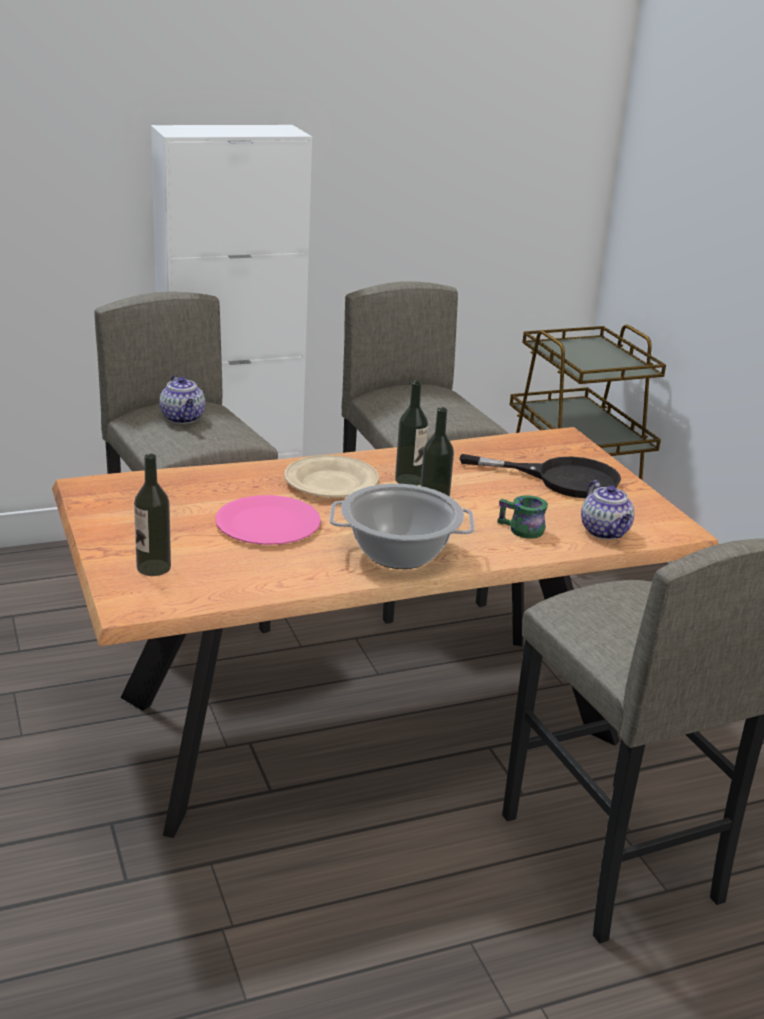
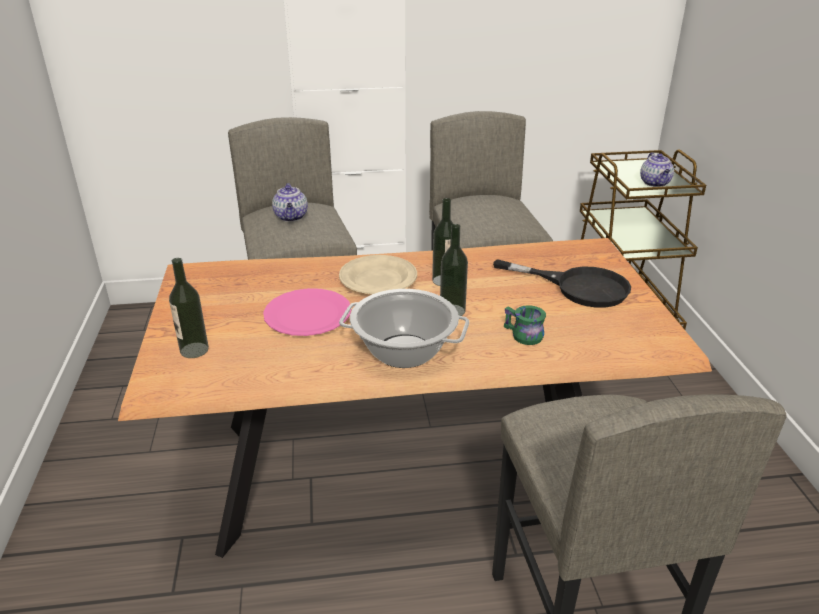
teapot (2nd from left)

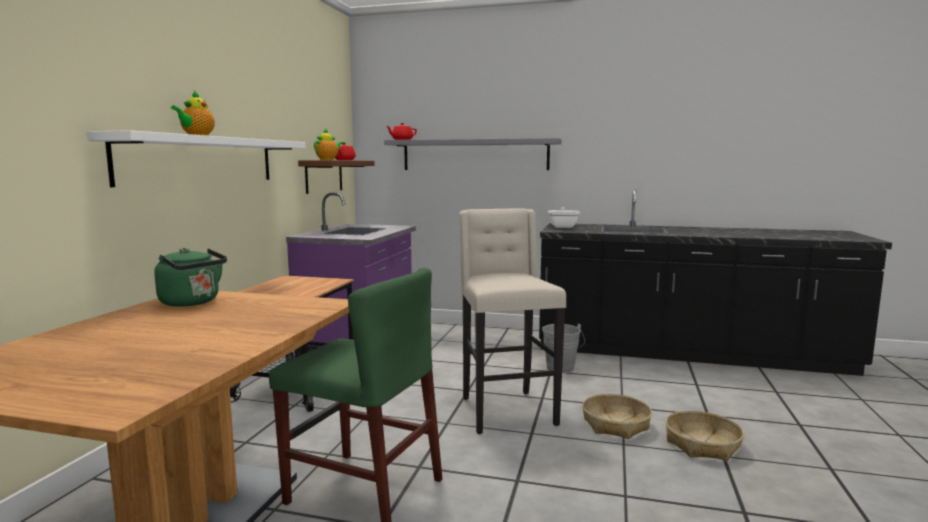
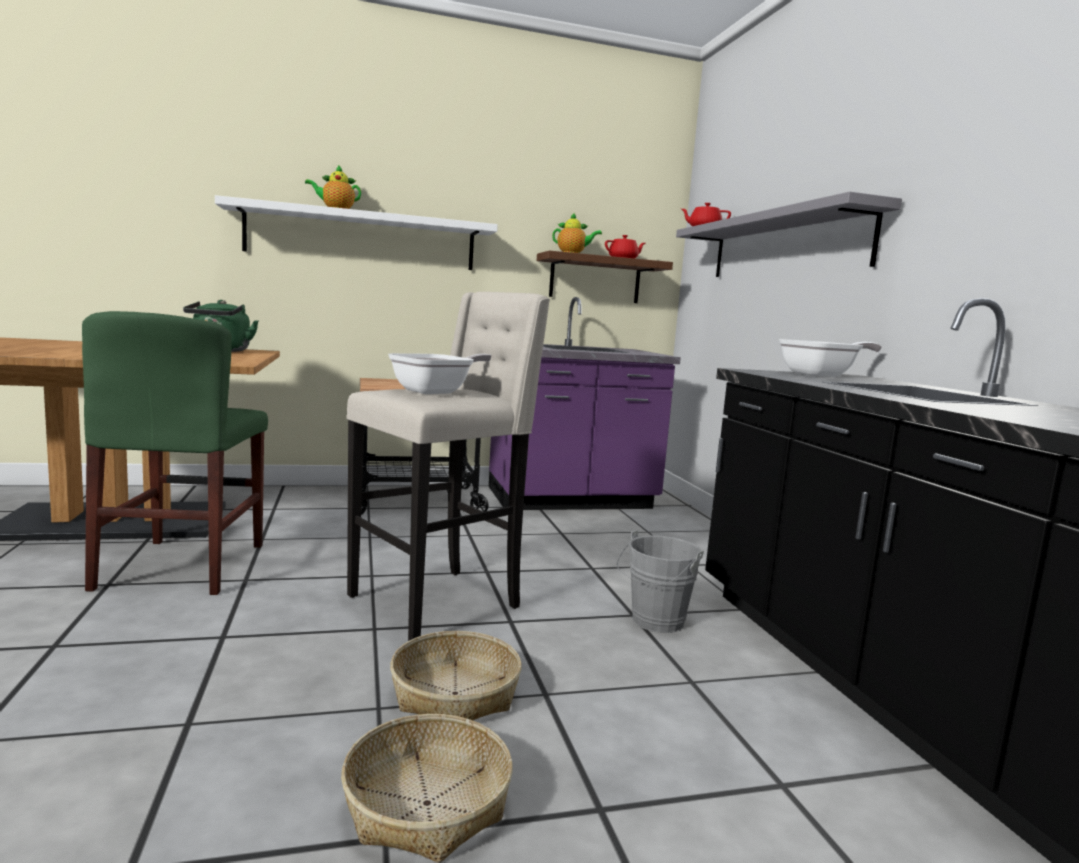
frying pan (1st from left)

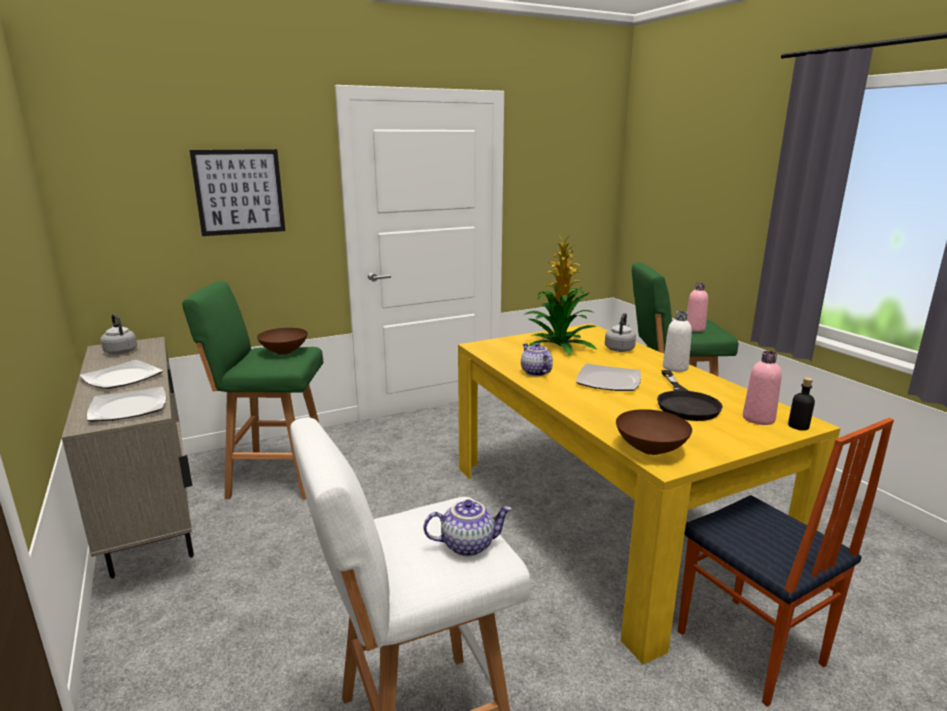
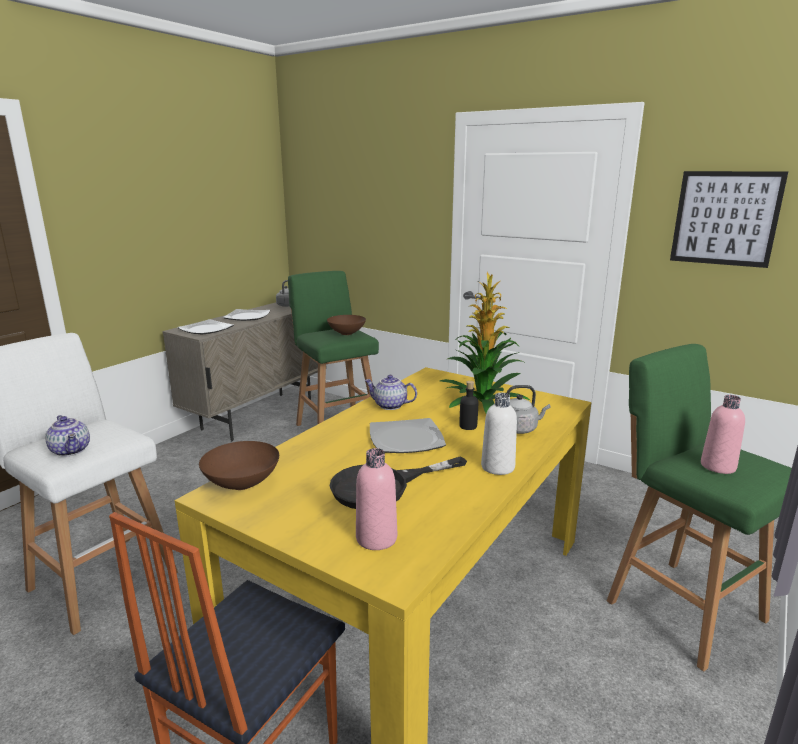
picture
black bottle
teapot (2nd from left)

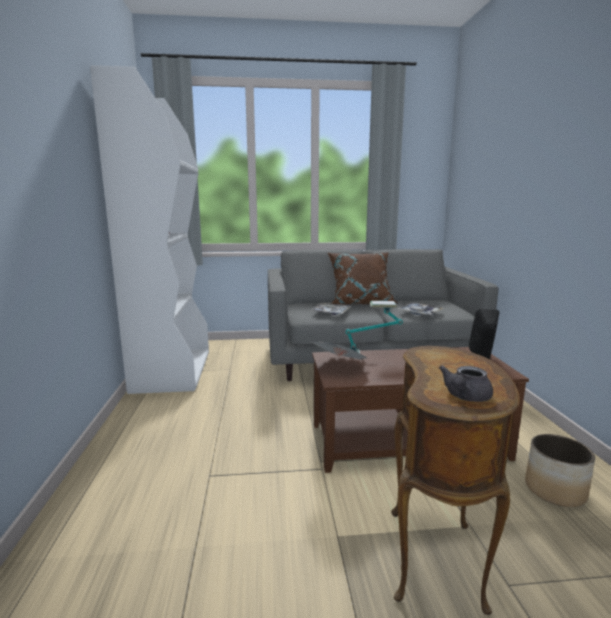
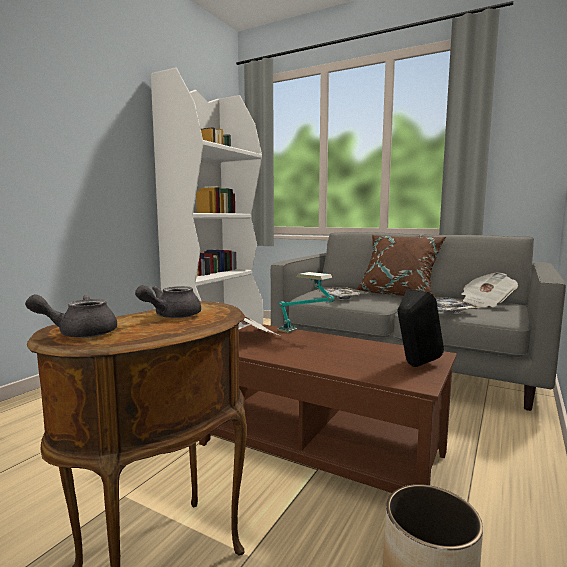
grey teapot (2nd from left)
newspaper (2nd from left)

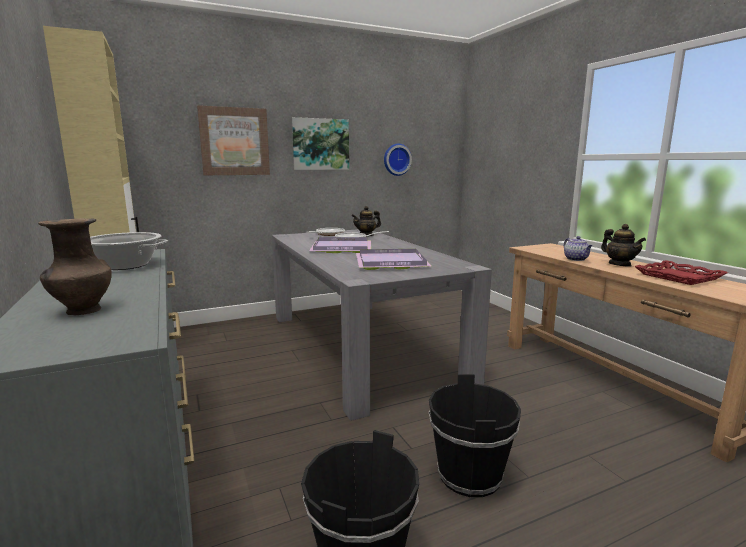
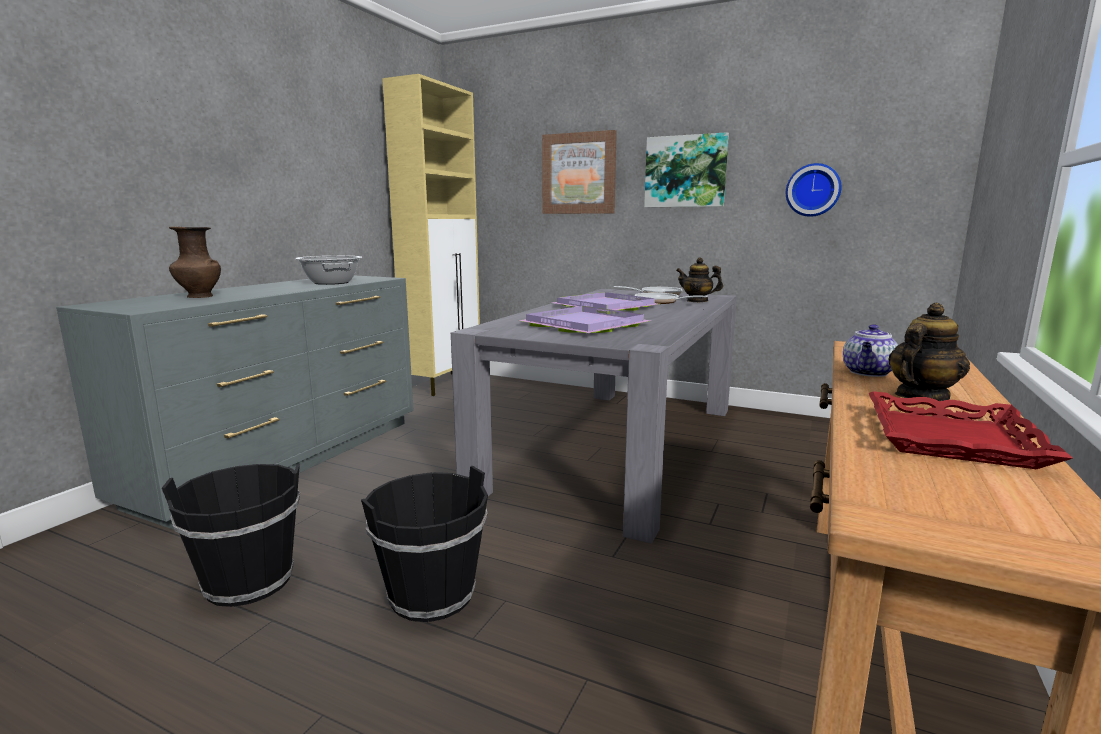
teapot (3rd from left)

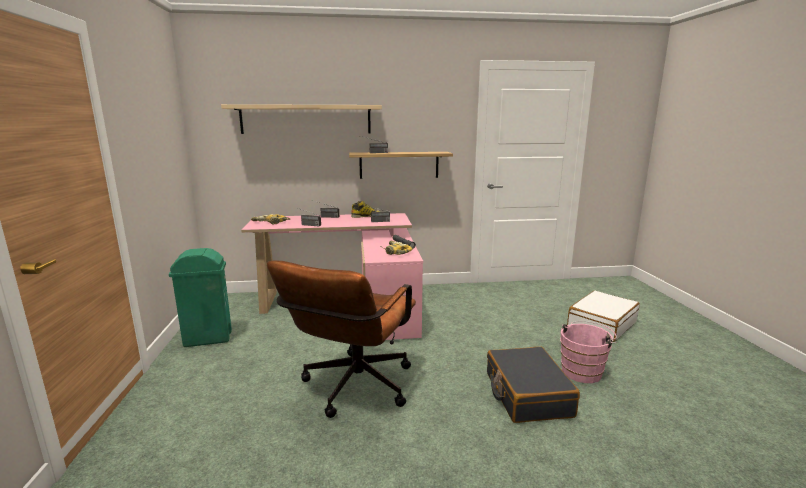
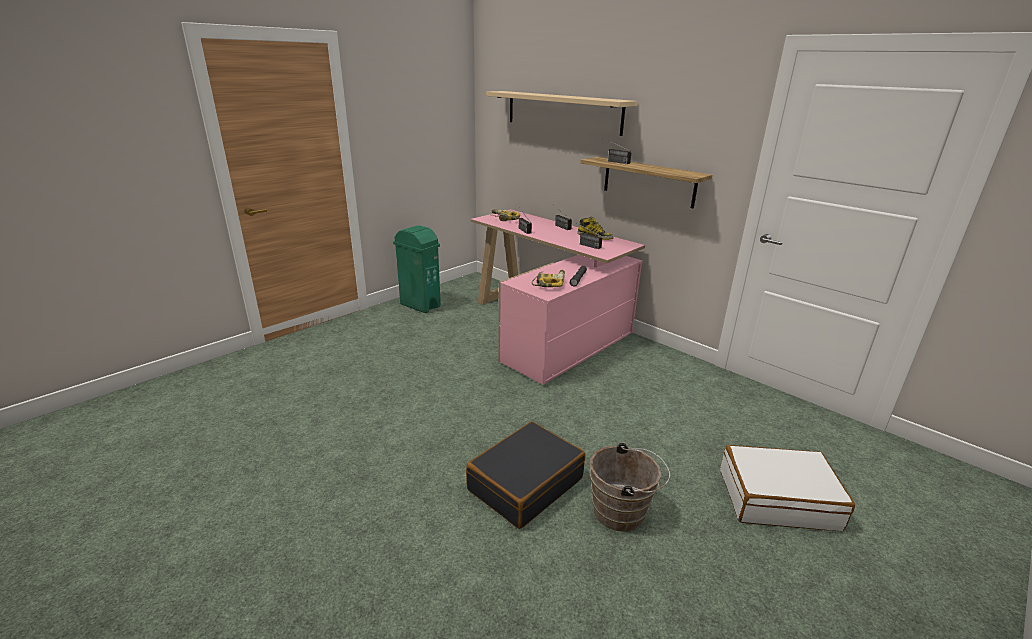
brown office chair
brown bucket

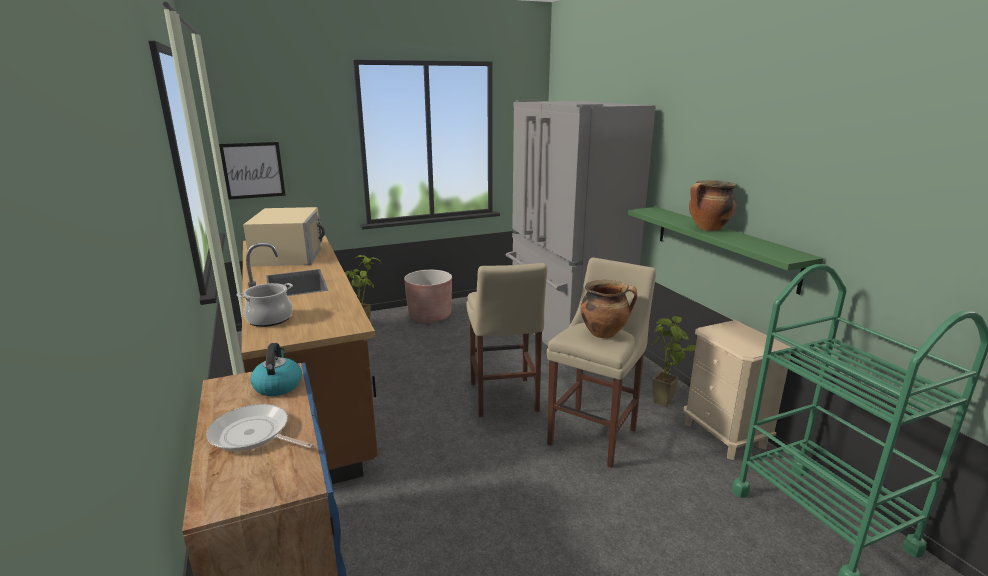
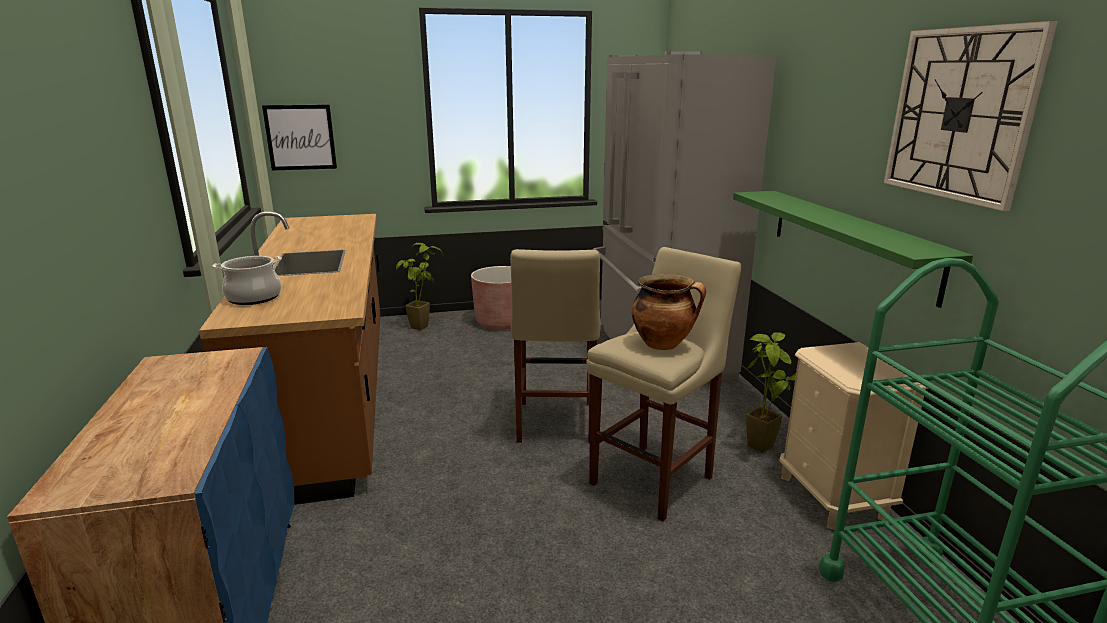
frying pan
beige microwave
kettle
cooking pot (3rd from left in the first image)
wall clock

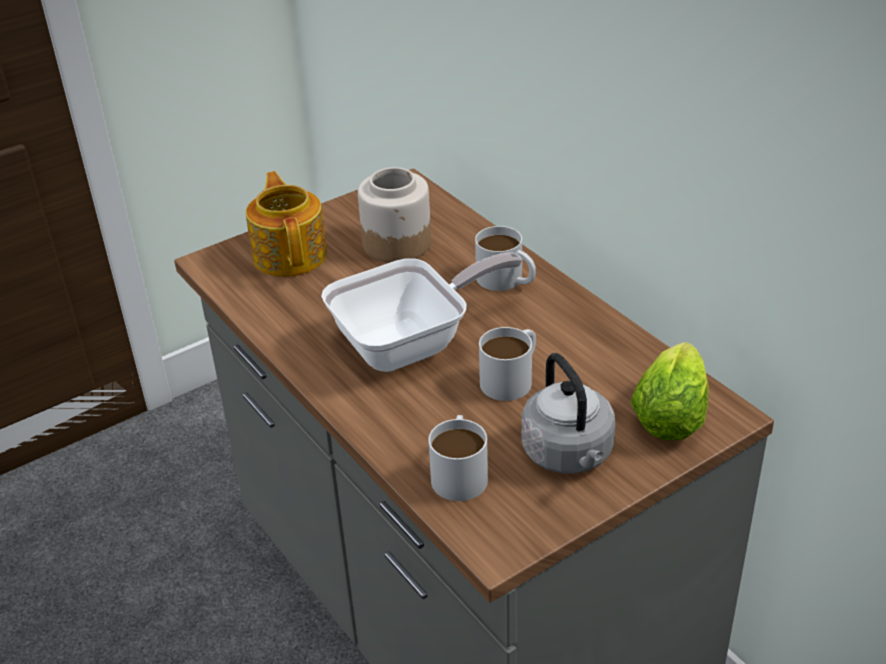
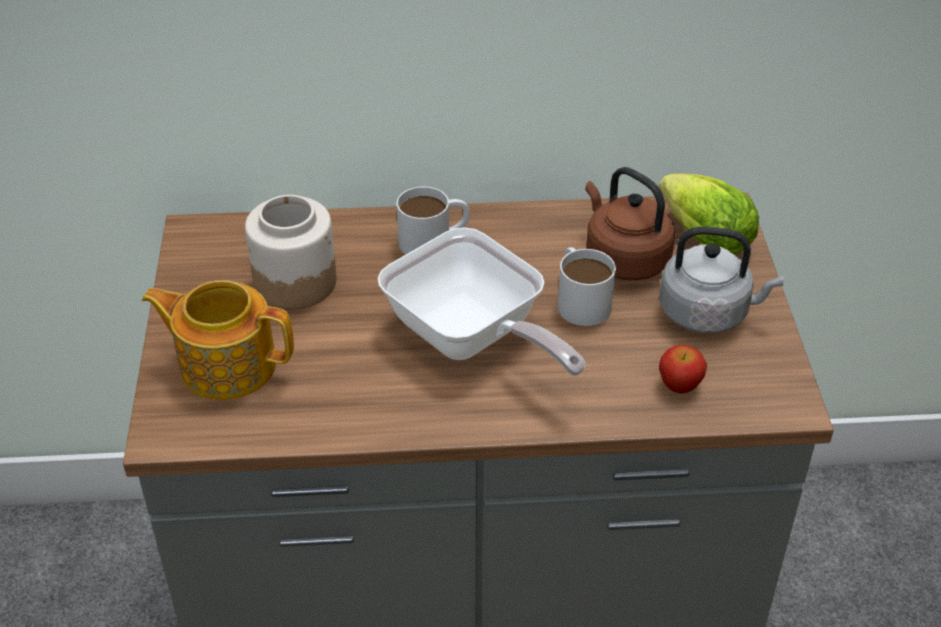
brown kettle
apple
frying pan

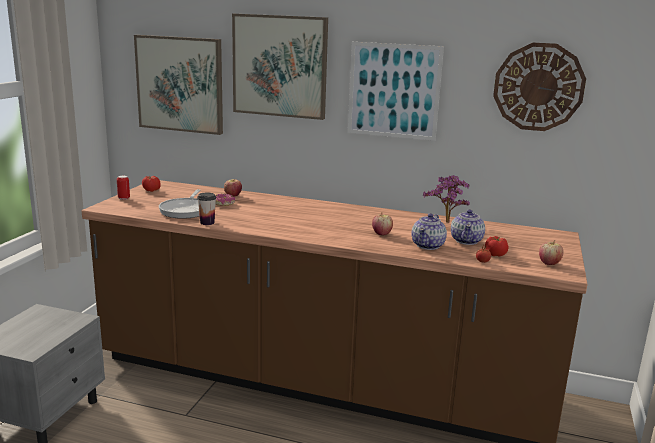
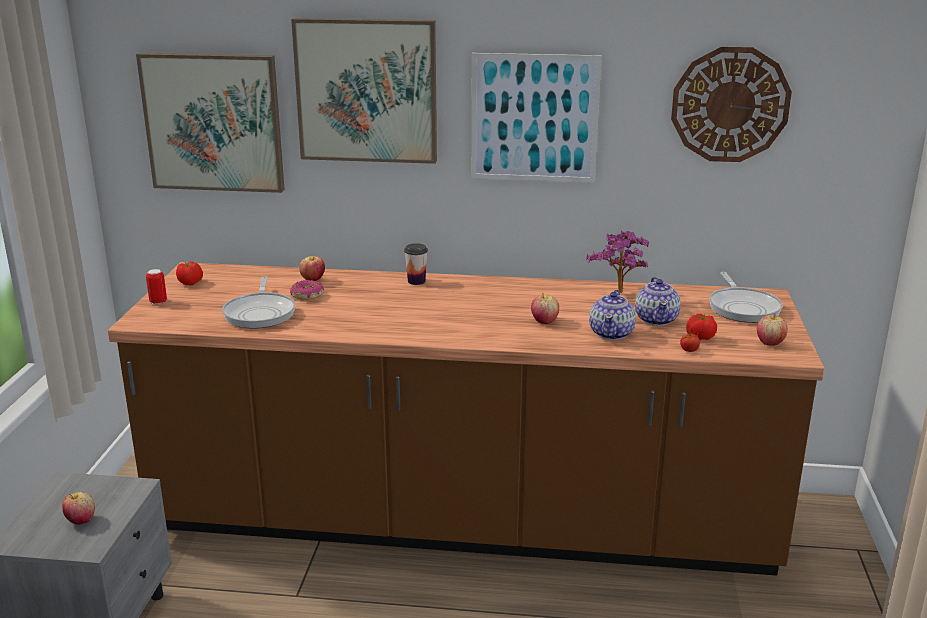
apple (1st from left)
frying pan (2nd from left)
cup

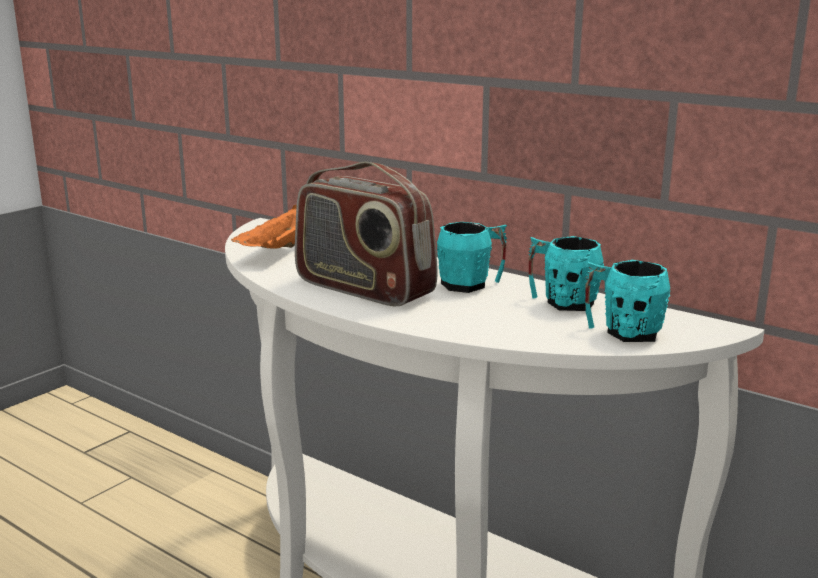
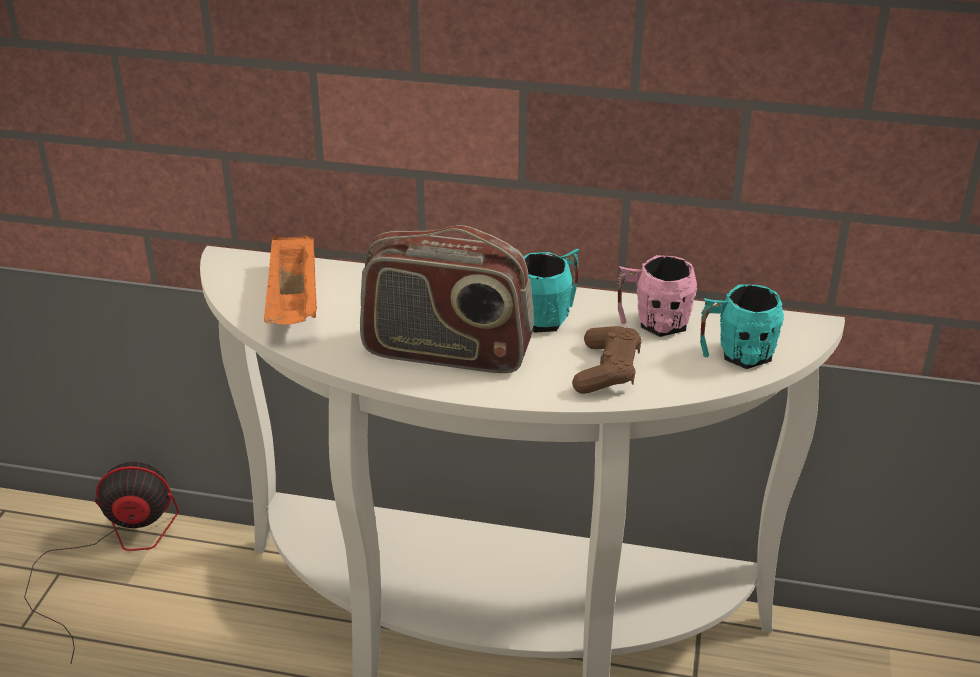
fan
brown game controller
pink mug

